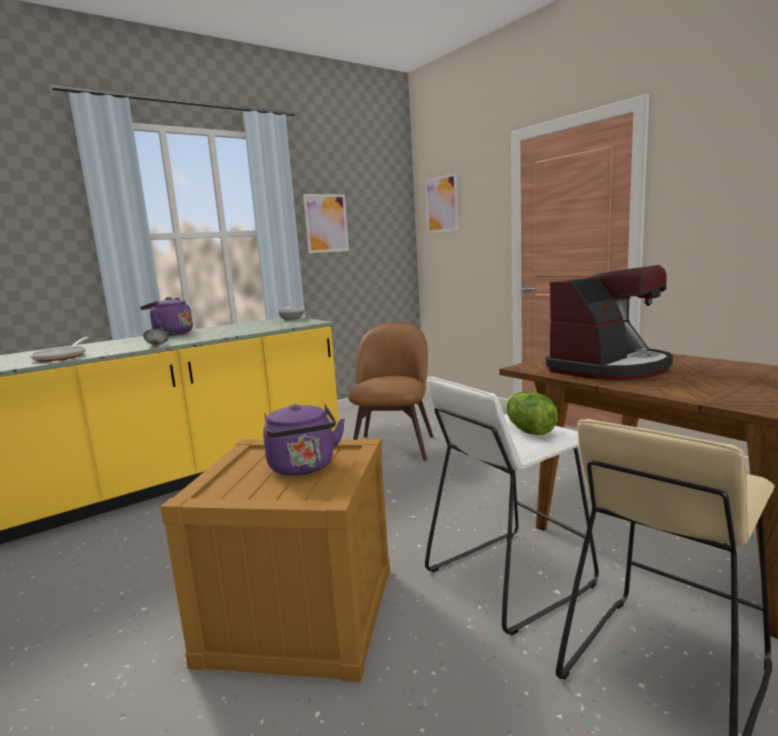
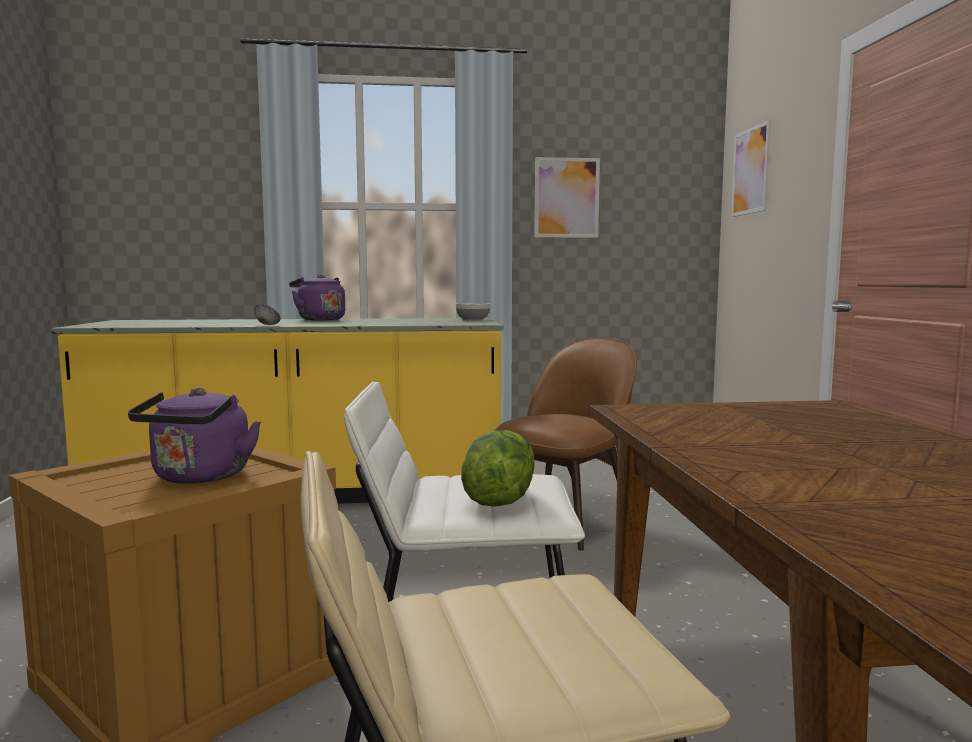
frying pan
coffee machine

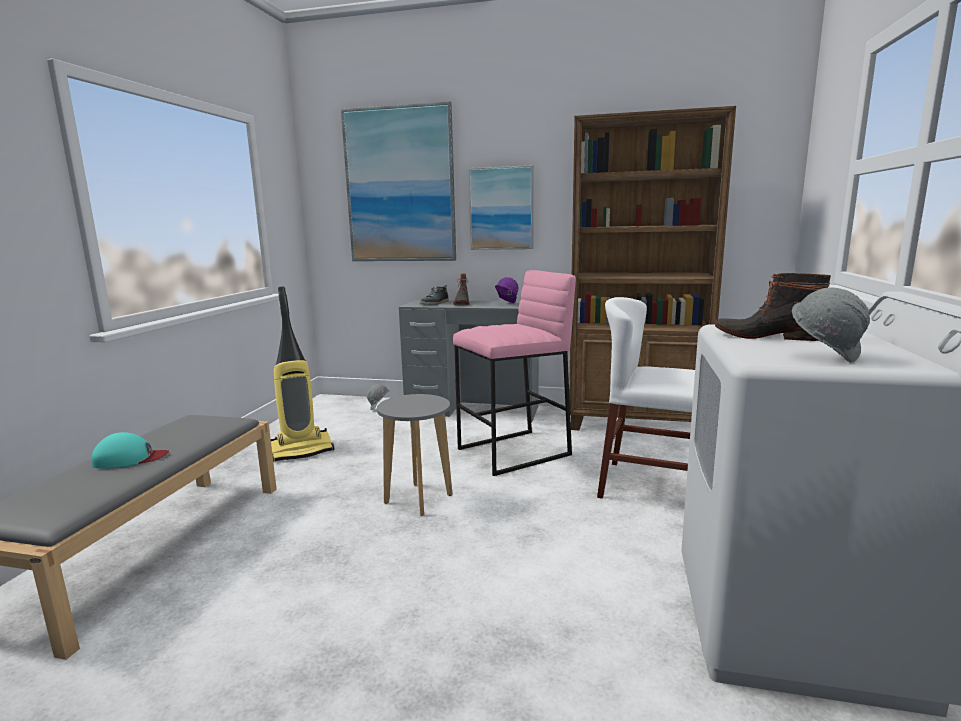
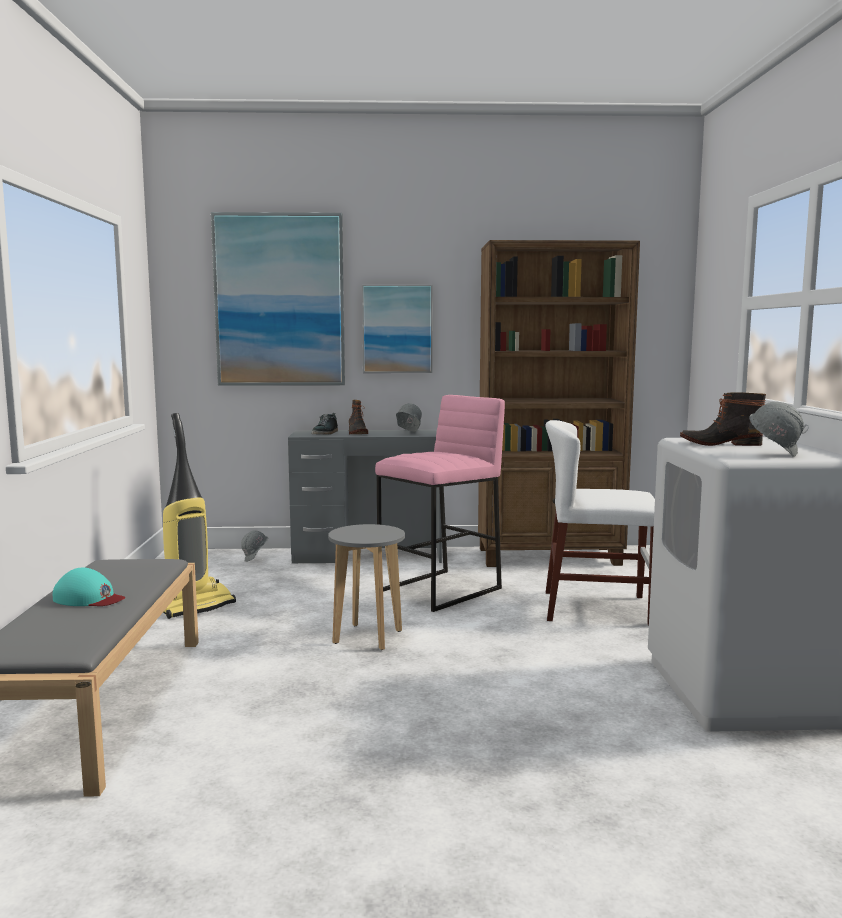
grey hard hat (2nd from left)
turquoise cap

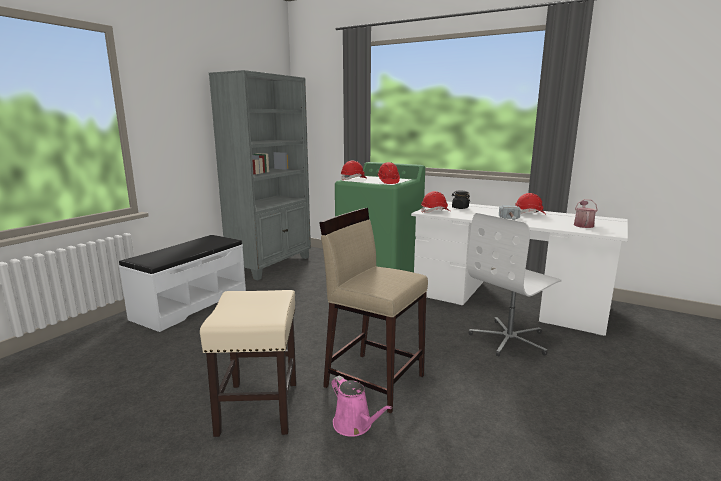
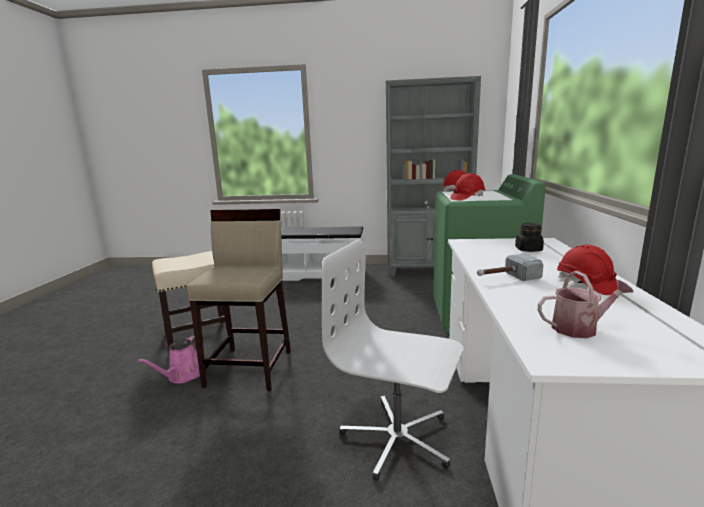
red hard hat (3rd from left in the first image)

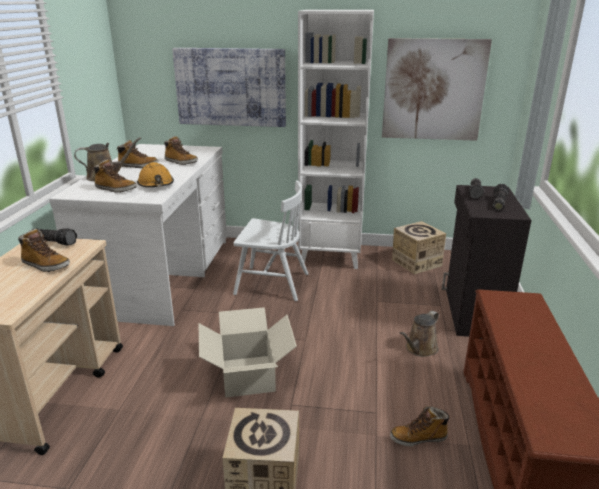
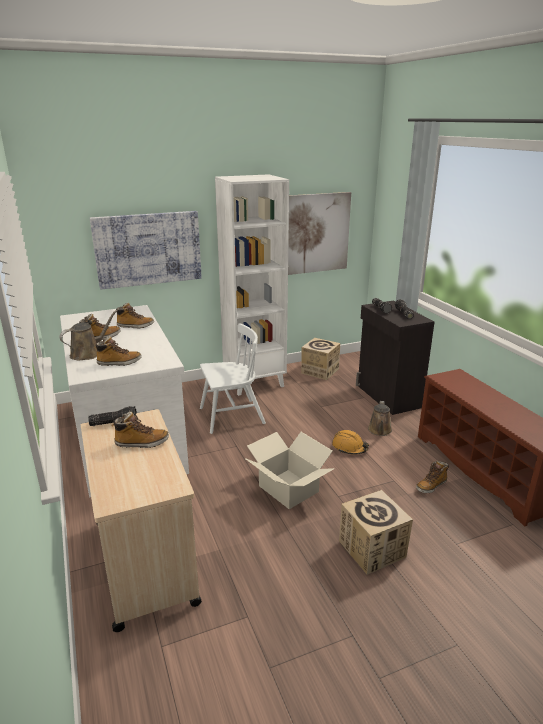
orange hard hat

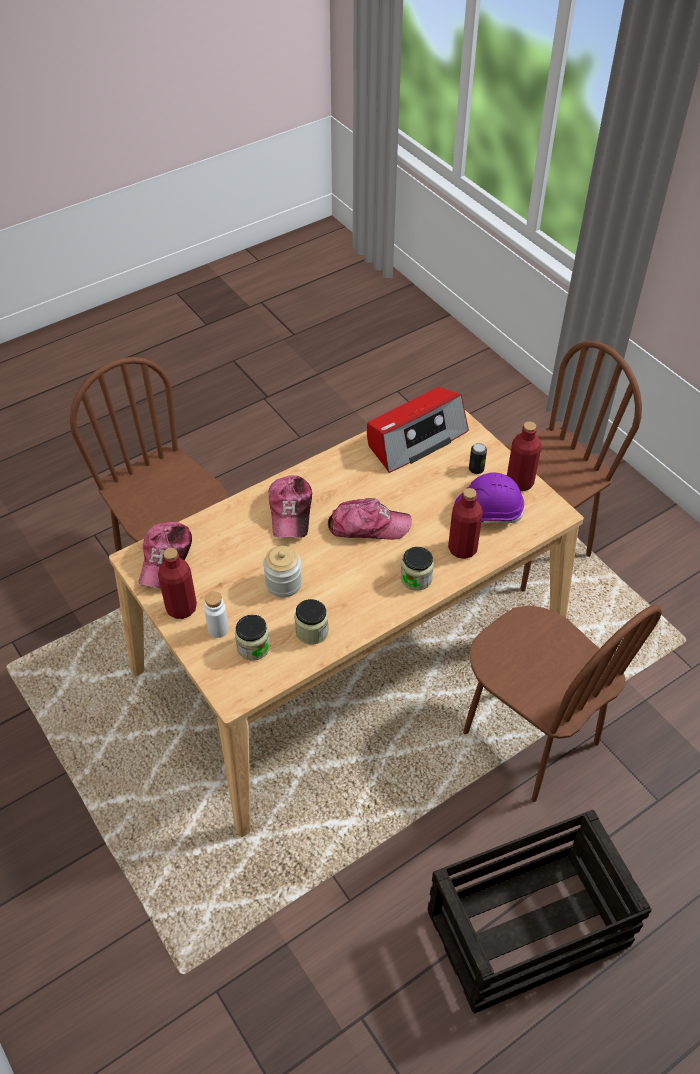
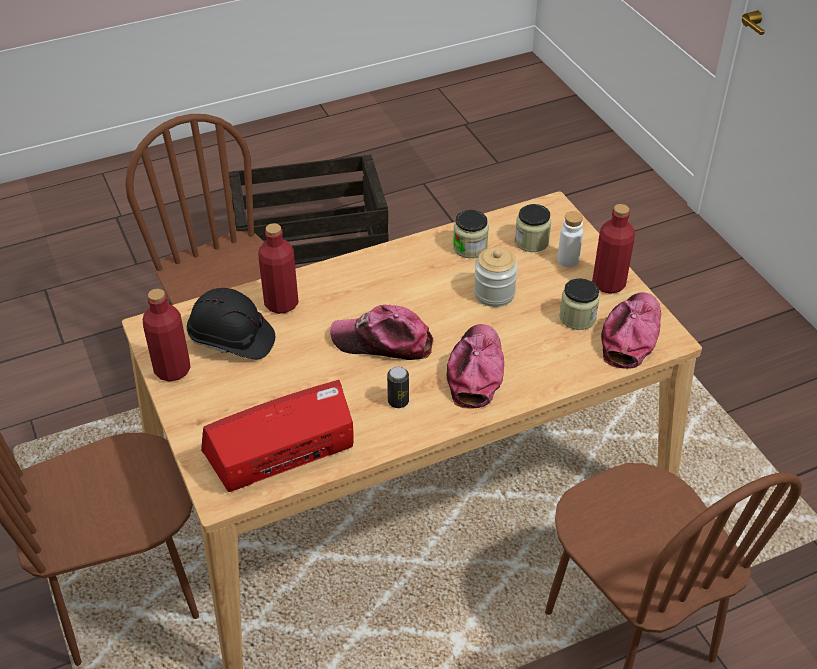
jar (4th from left)
can
black hard hat

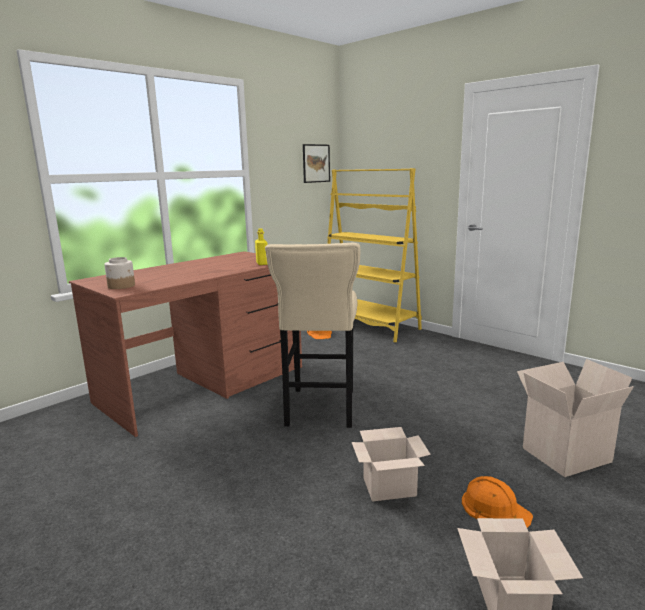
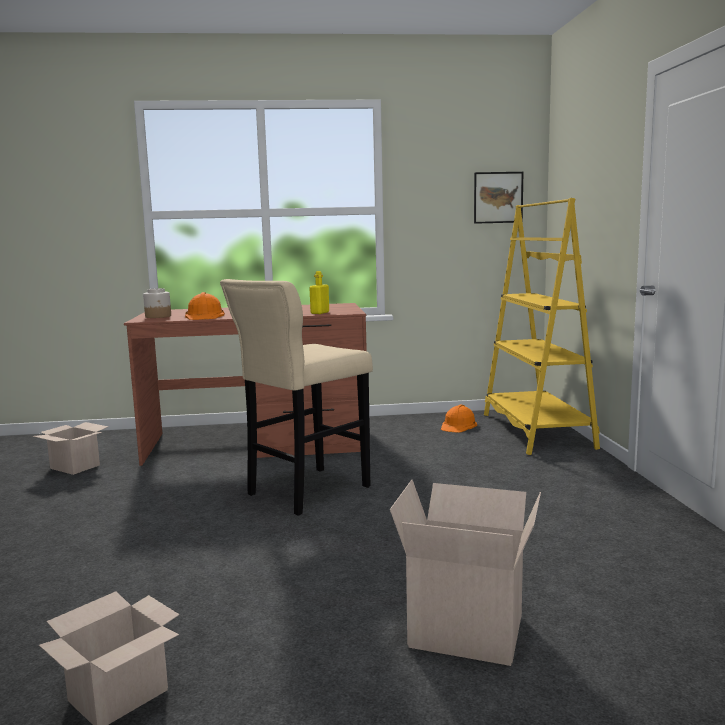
cardboard box (1st from left)
orange hard hat (1st from left)

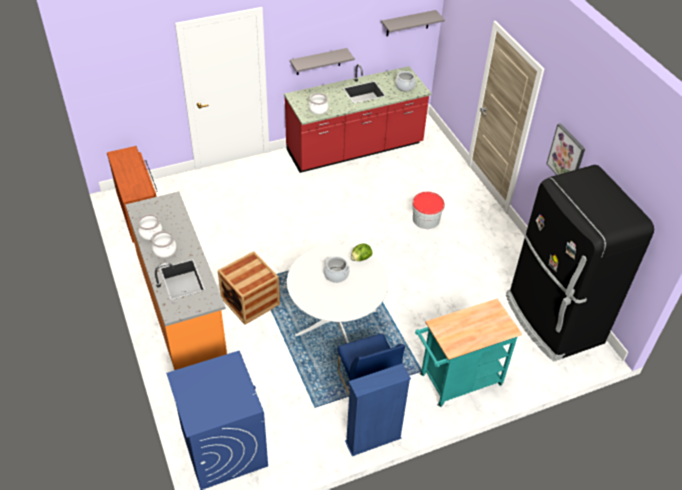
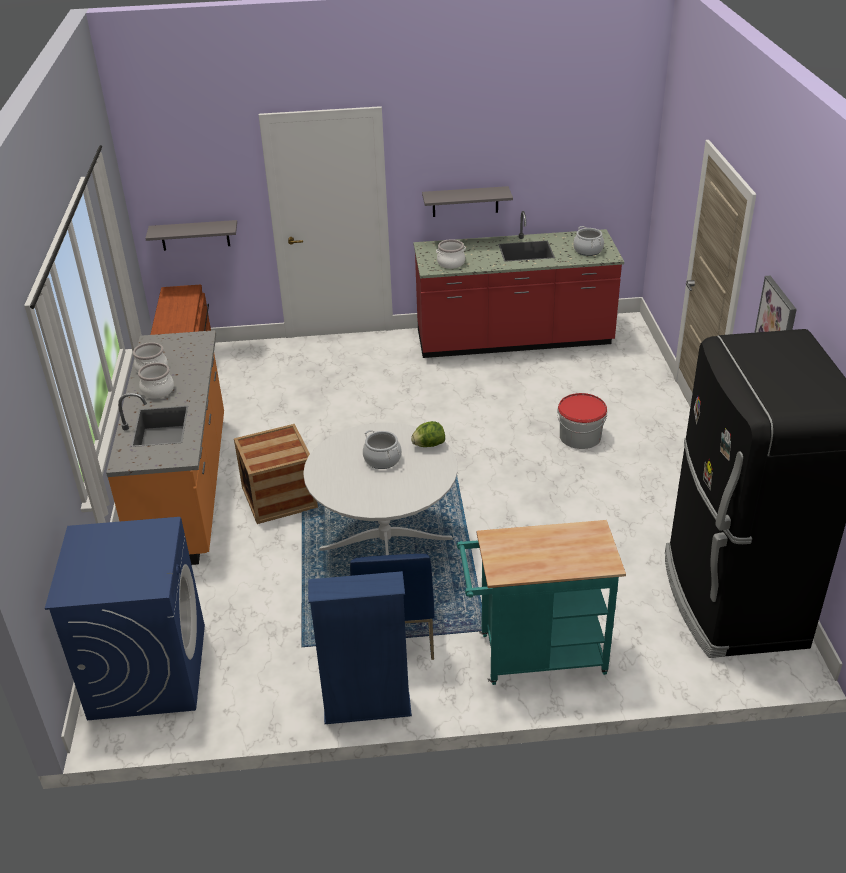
grey shelf (1st from left)

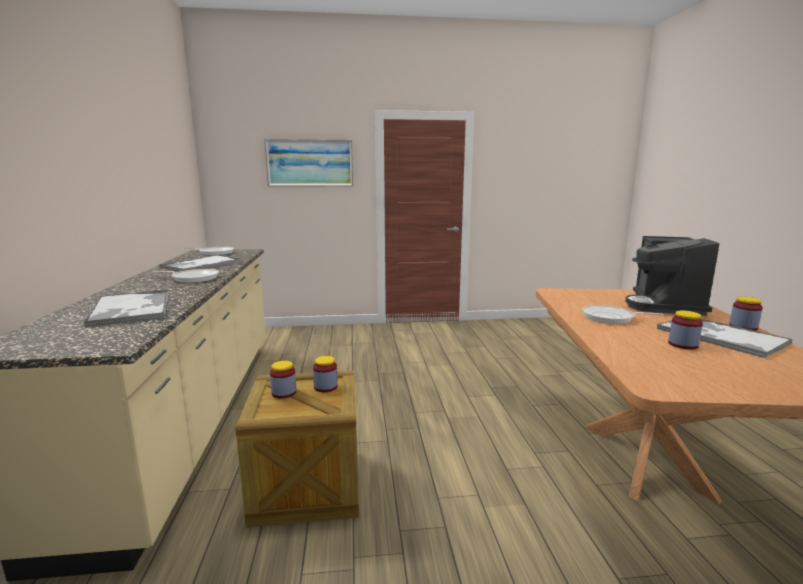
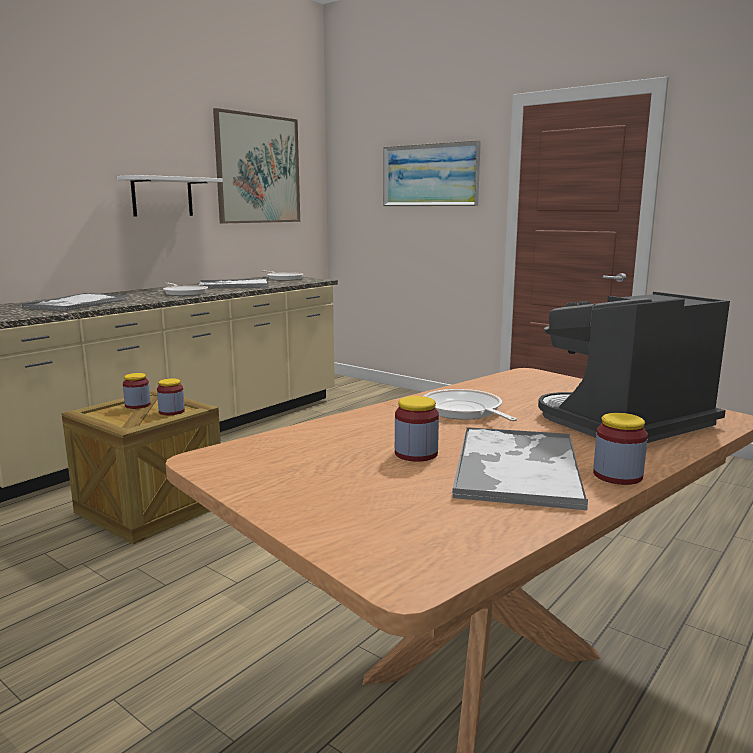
white shelf
picture (1st from left)

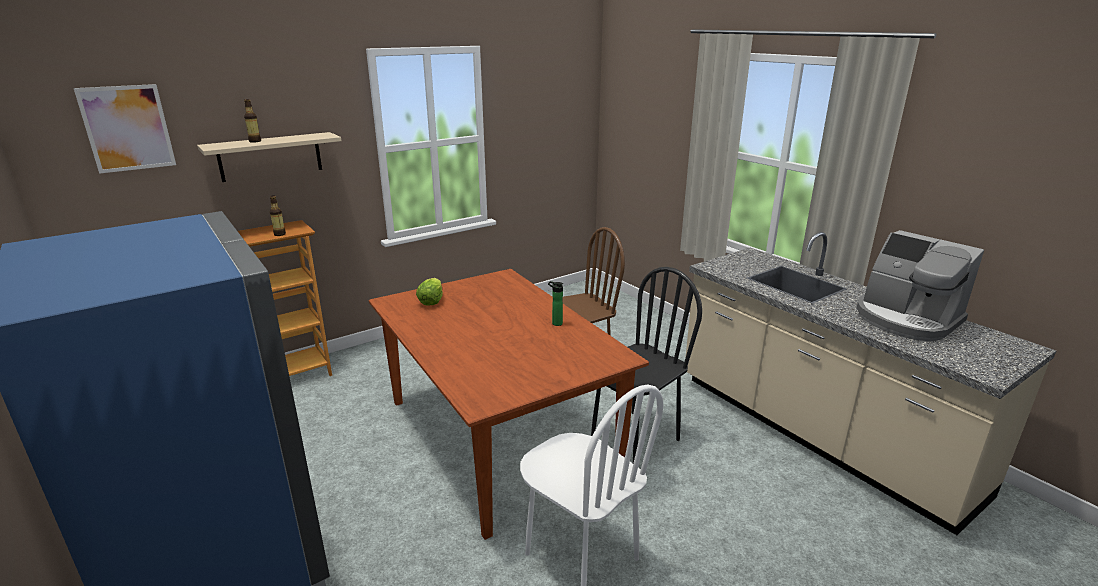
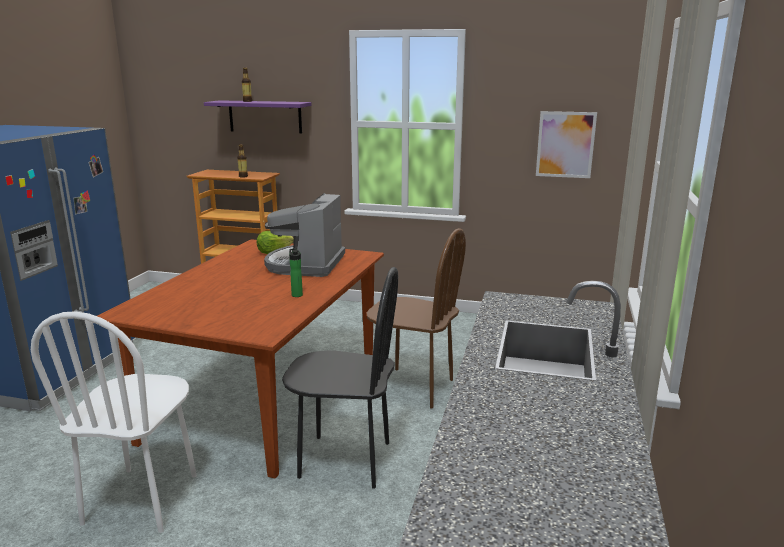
picture
coffee machine
purple shelf

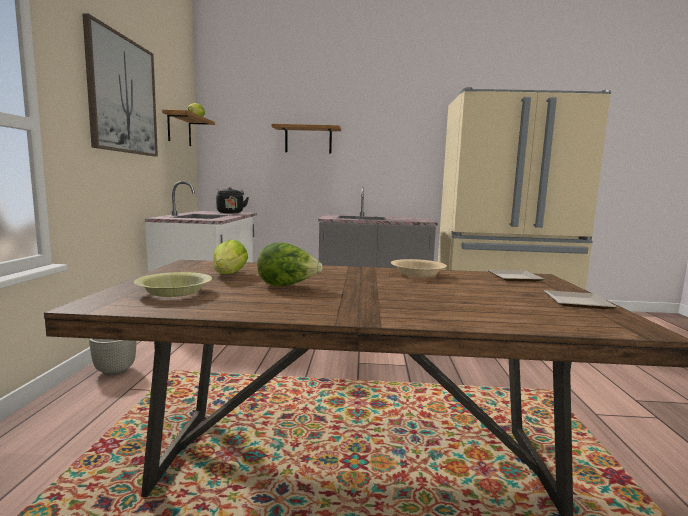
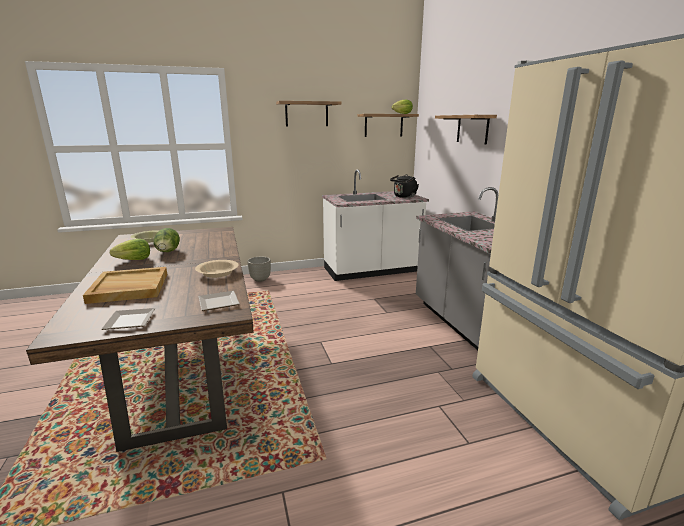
beige tray
lettuce (1st from left)
shelf (1st from left)

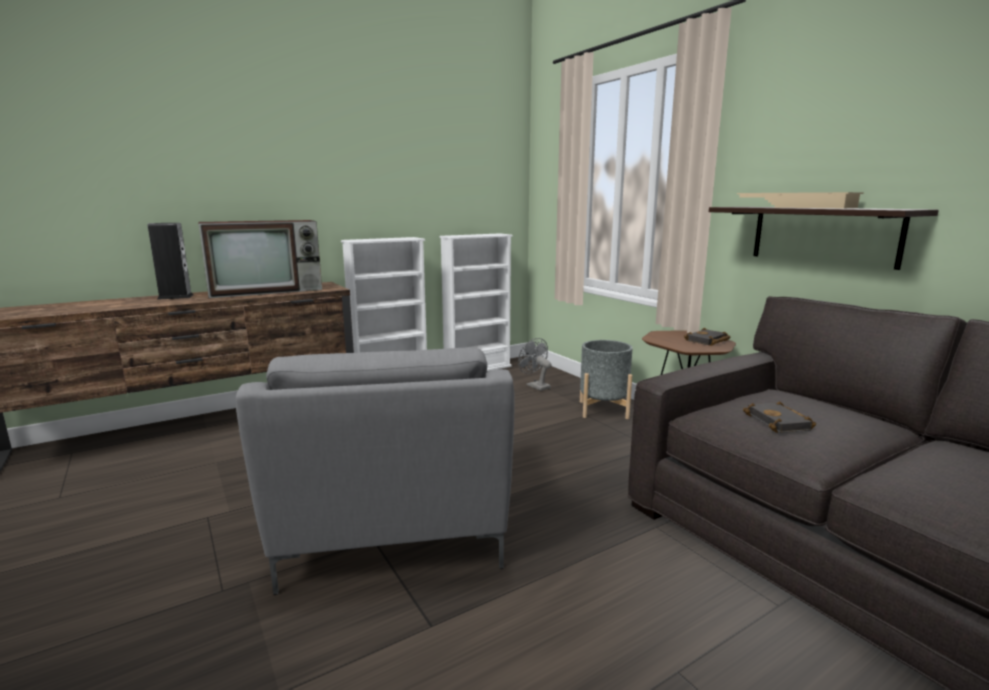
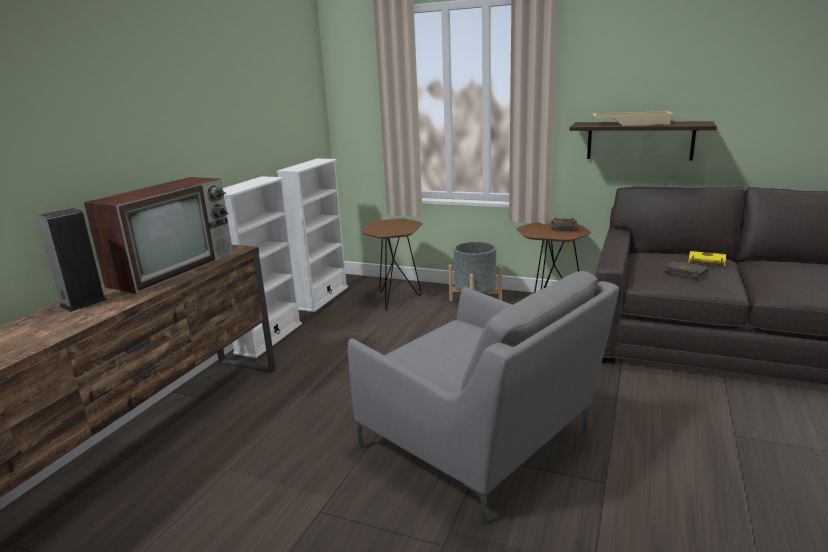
yellow book
brown side table (1st from left)

